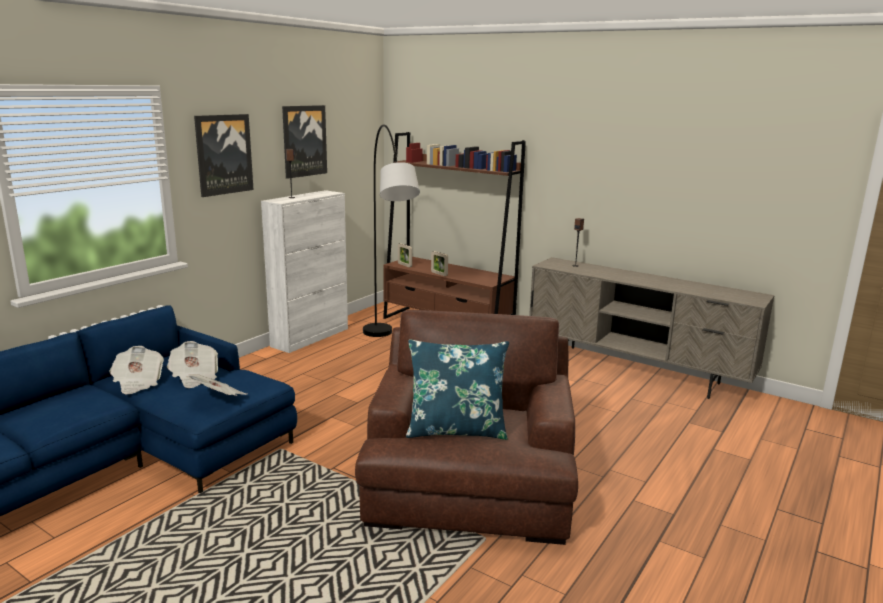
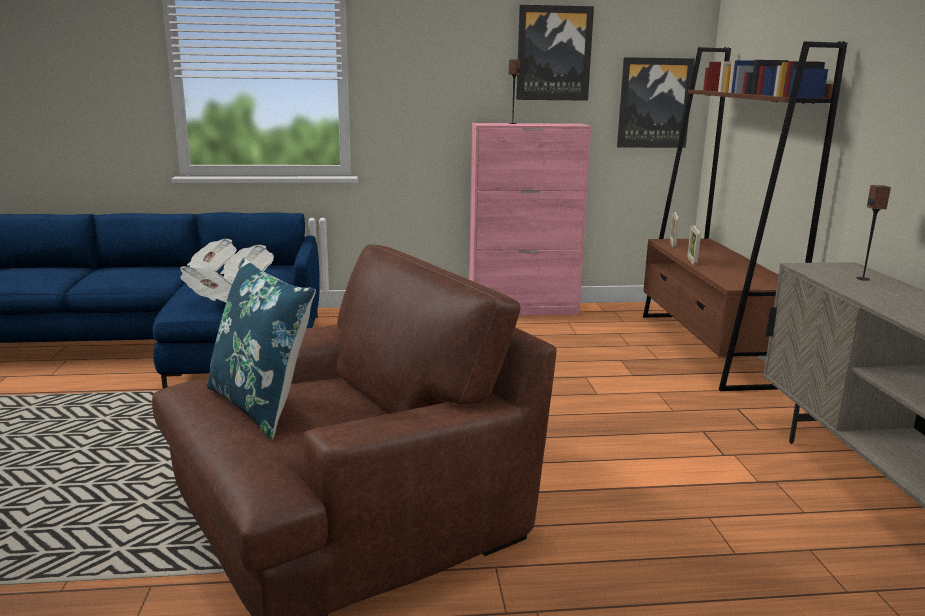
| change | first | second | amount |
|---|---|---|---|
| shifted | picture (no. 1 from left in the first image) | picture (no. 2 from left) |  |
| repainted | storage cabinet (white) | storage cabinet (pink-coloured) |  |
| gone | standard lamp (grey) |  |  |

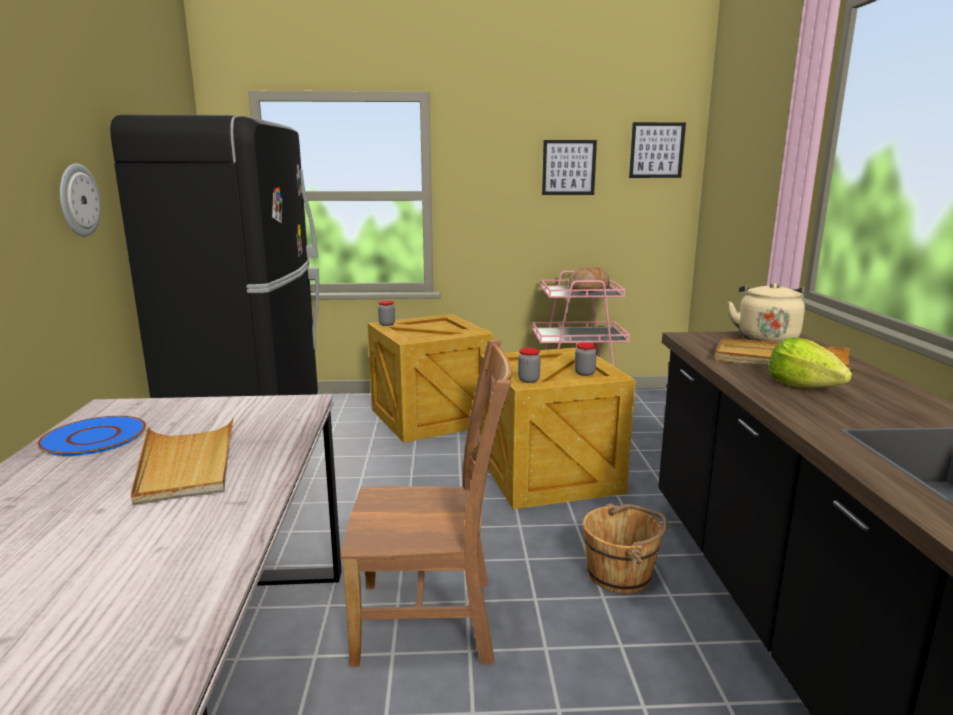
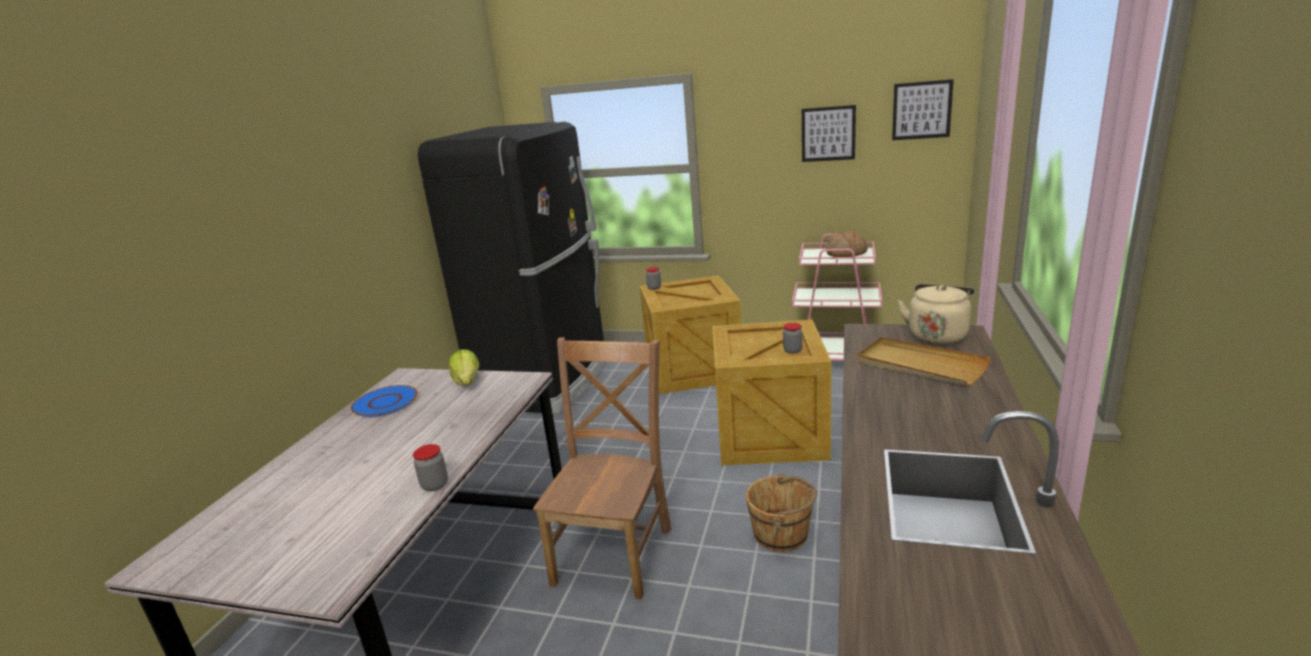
| change | first | second | amount |
|---|---|---|---|
| gone | hanging clock |  |  |
| gone | tray (beige) (no. 1 from left) |  |  |
| rotated | plain chair (brownish) |  | 90 degrees counterclockwise |
| shifted | jar (no. 2 from left in the first image) | jar (no. 1 from left) |  |
| shifted | lettuce |  |  |

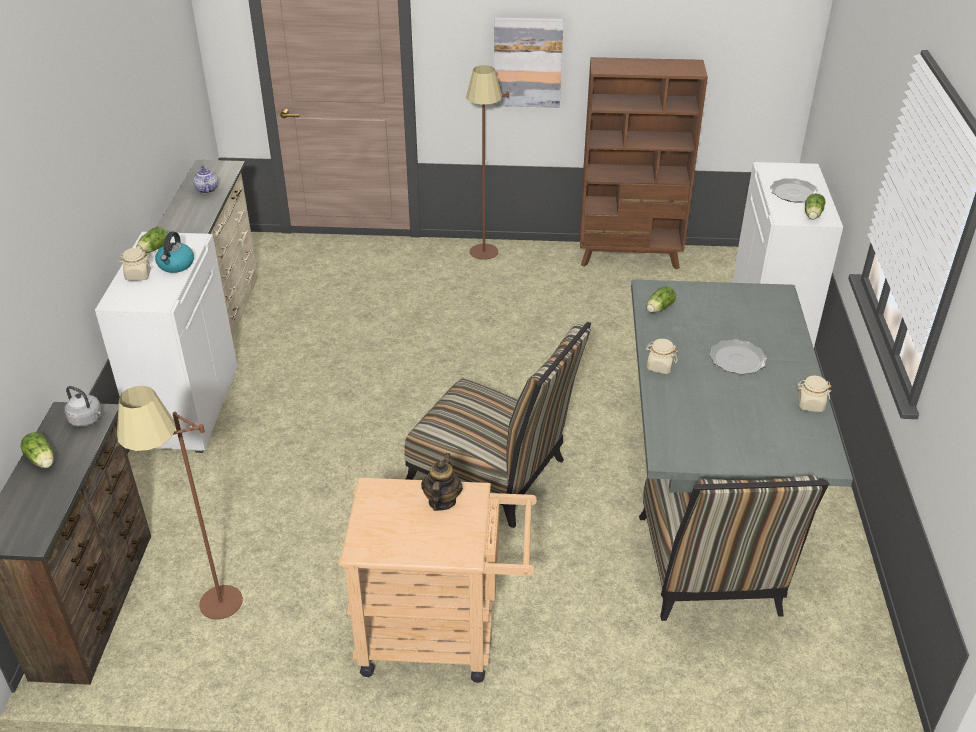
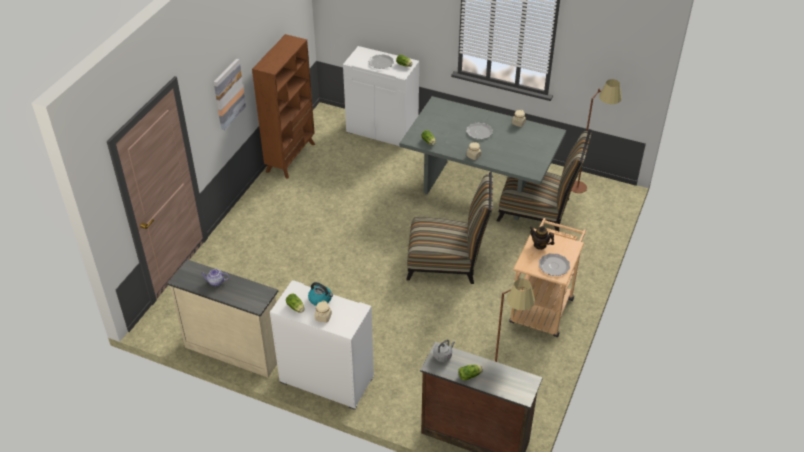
| change | first | second | amount |
|---|---|---|---|
| rotated | plain chair (no. 1 from left) |  | 45 degrees clockwise |
| shifted | standard lamp (brownish) (no. 2 from left) |  |  |
| new |  | plate (no. 3 from left) |  |

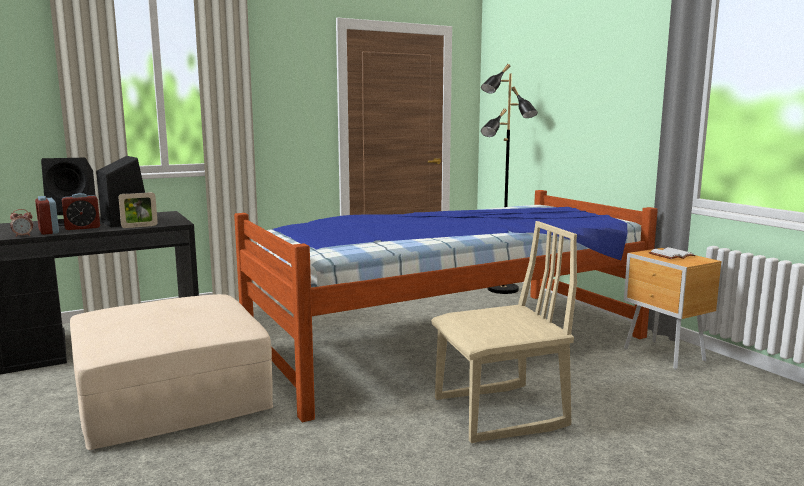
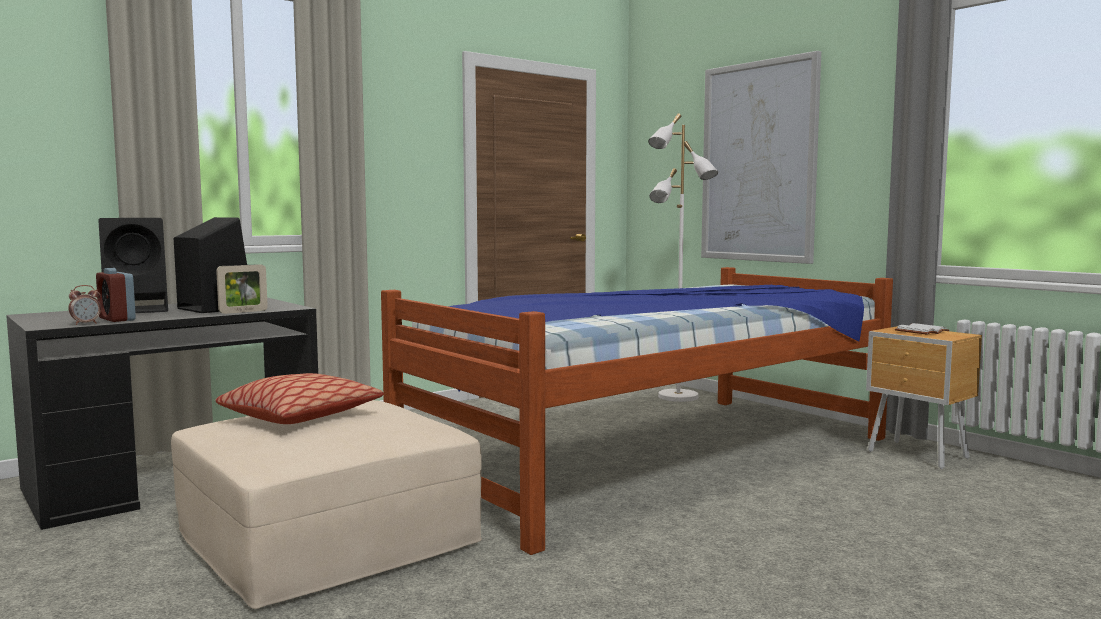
| change | first | second | amount |
|---|---|---|---|
| gone | alarm clock (no. 3 from left) |  |  |
| gone | plain chair (beige) |  |  |
| repainted | standard lamp (blackish) | standard lamp (white) |  |
| new |  | cushion |  |
| new |  | picture |  |

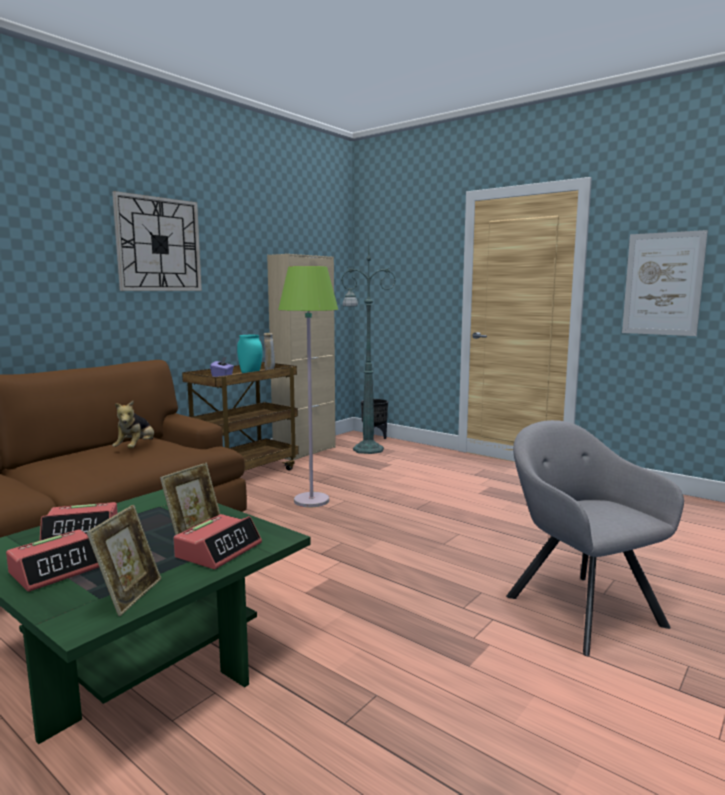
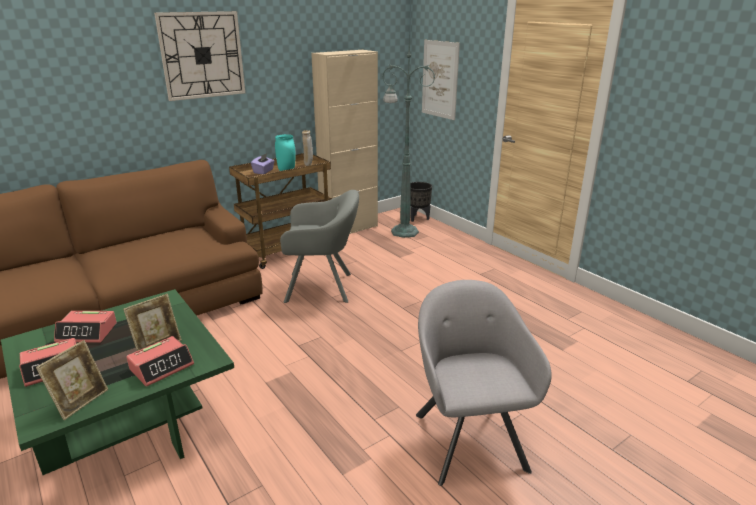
| change | first | second | amount |
|---|---|---|---|
| gone | cuddly toy |  |  |
| swapped | standard lamp (green-coloured) (no. 1 from left) | easy chair (grey) (no. 1 from left) |  |
| shifted | picture |  |  |

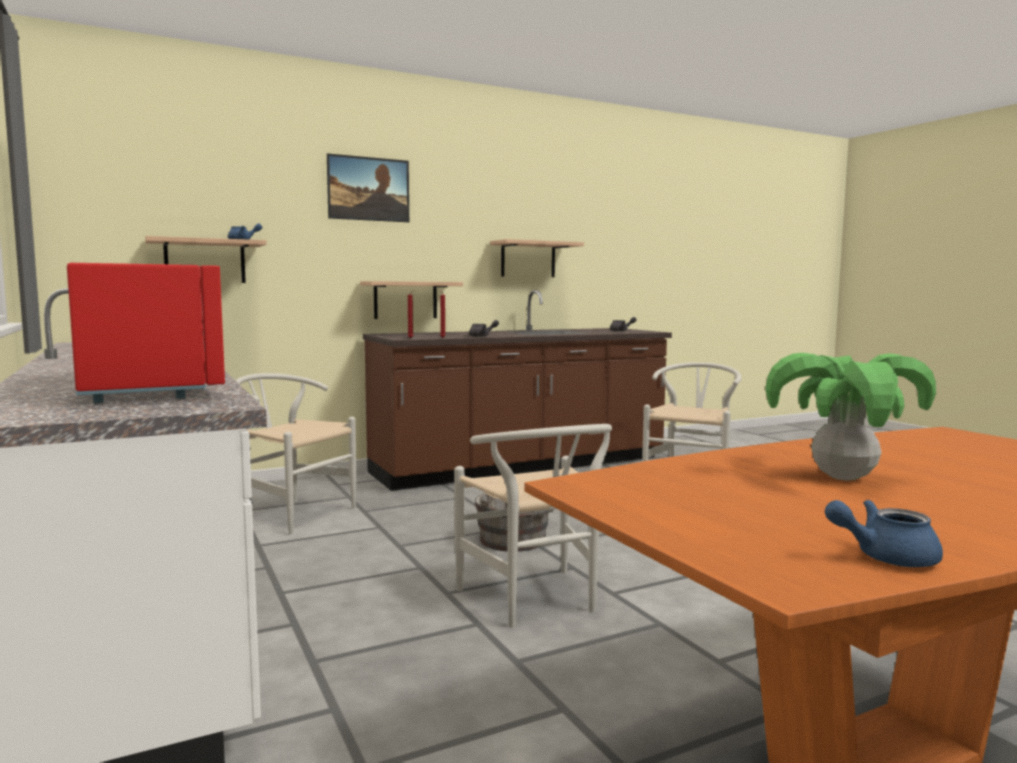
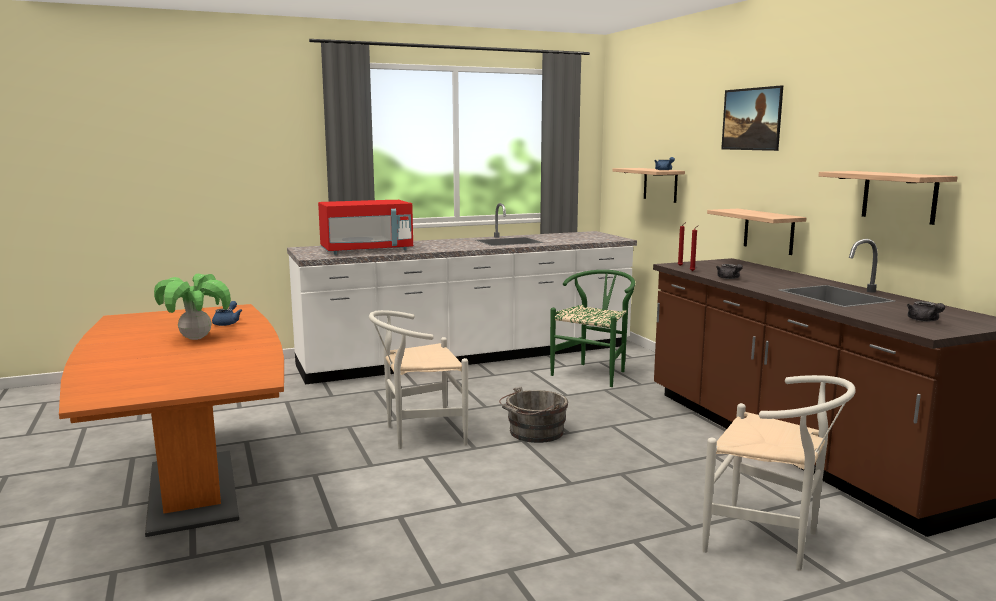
| change | first | second | amount |
|---|---|---|---|
| repainted | plain chair (white) (no. 1 from left) | plain chair (green-coloured) |  |
| shifted | pot for tea (blue) (no. 2 from left in the first image) | pot for tea (blue) (no. 1 from left) |  |

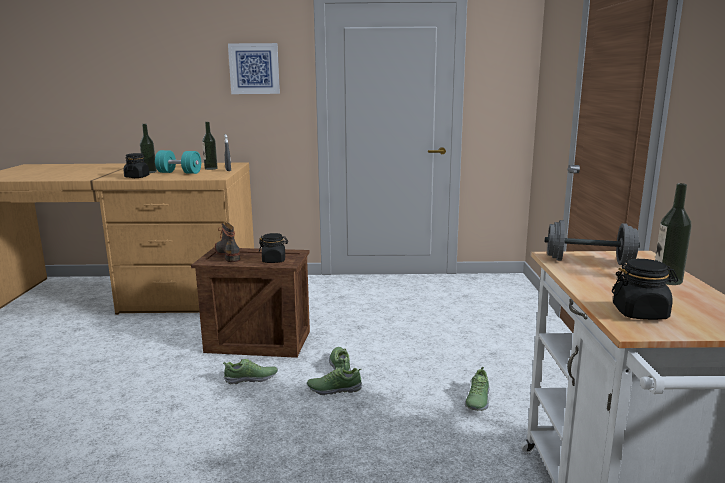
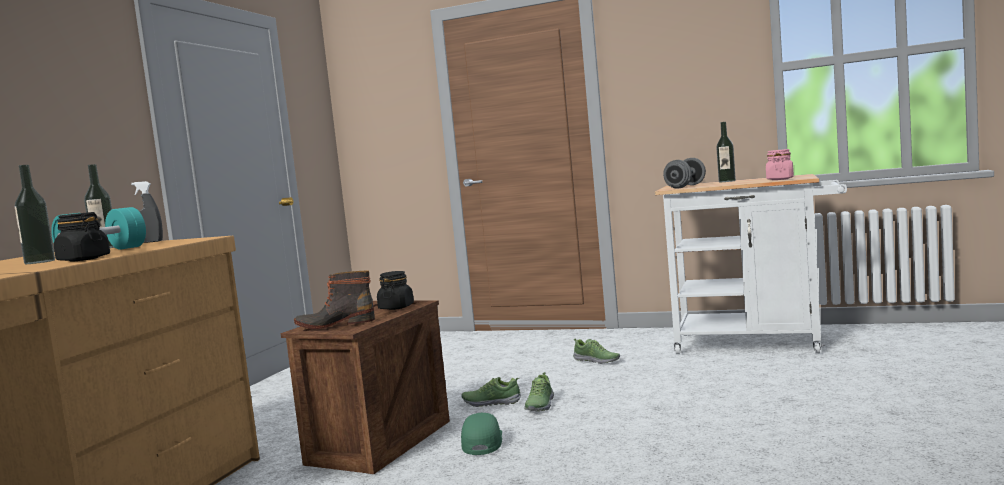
| change | first | second | amount |
|---|---|---|---|
| swapped | low shoe (no. 1 from left) | peaked cap (green-coloured) |  |
| gone | picture |  |  |
| repainted | jar (blackish) (no. 3 from left) | jar (pink-coloured) |  |

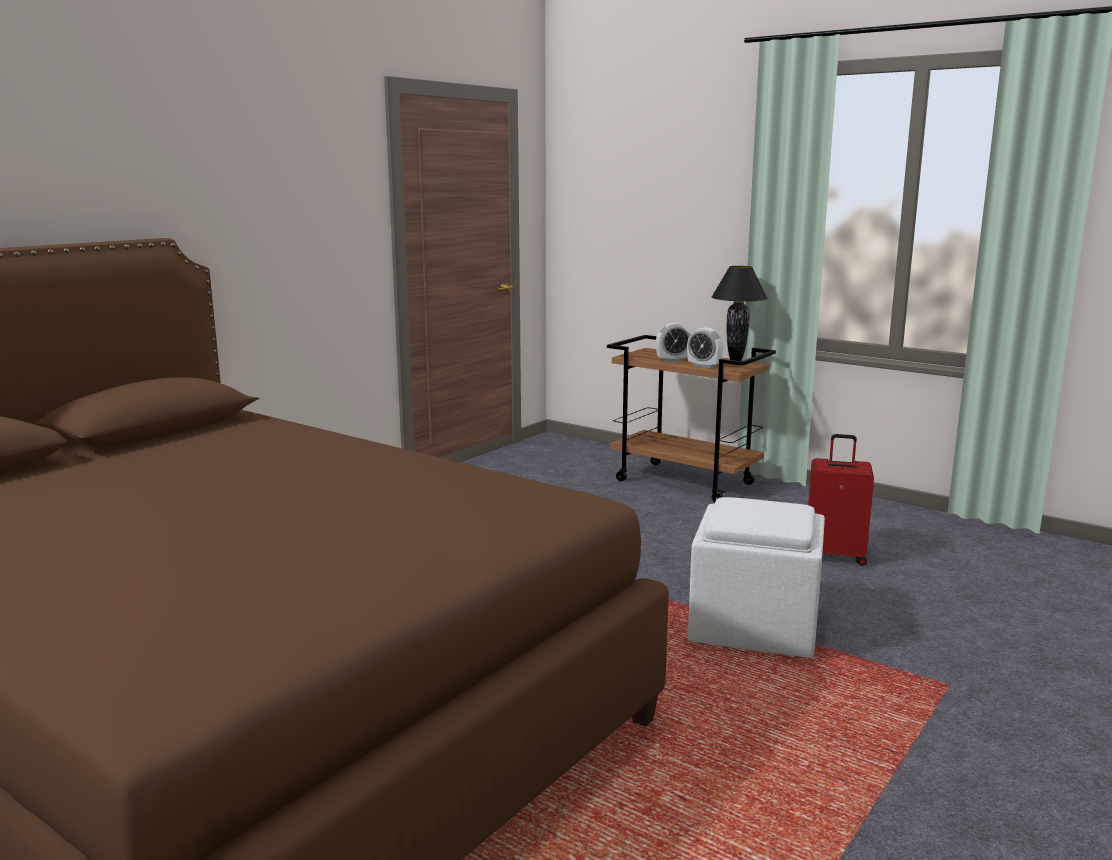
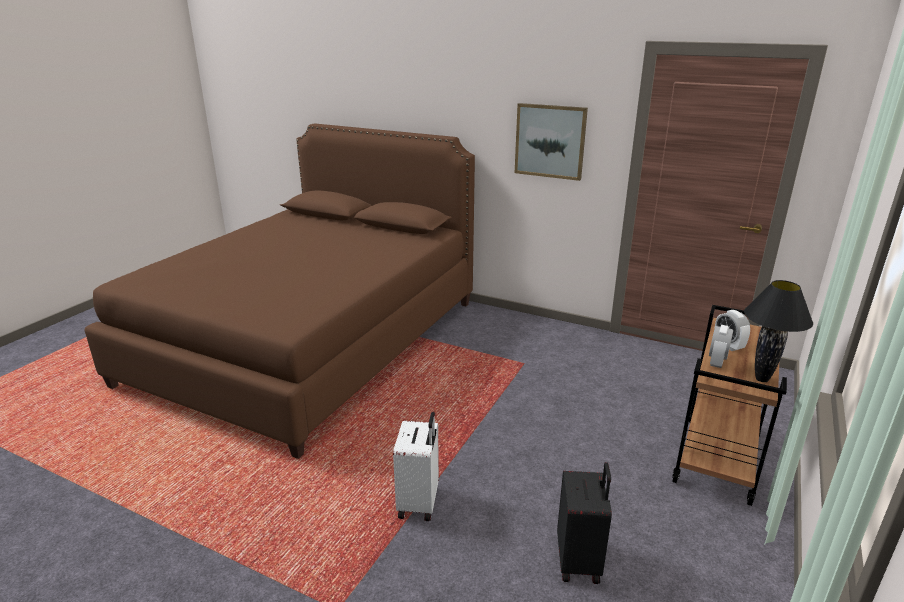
| change | first | second | amount |
|---|---|---|---|
| swapped | footrest (white) | suitcase (white) |  |
| repainted | suitcase (red) | suitcase (blackish) |  |
| new |  | picture |  |

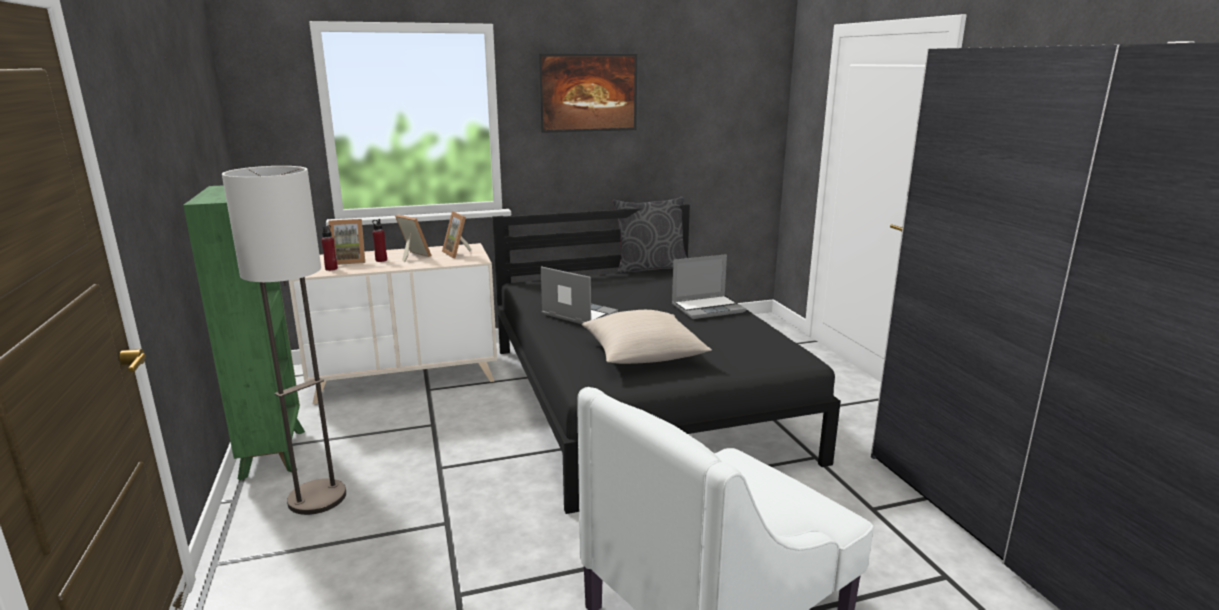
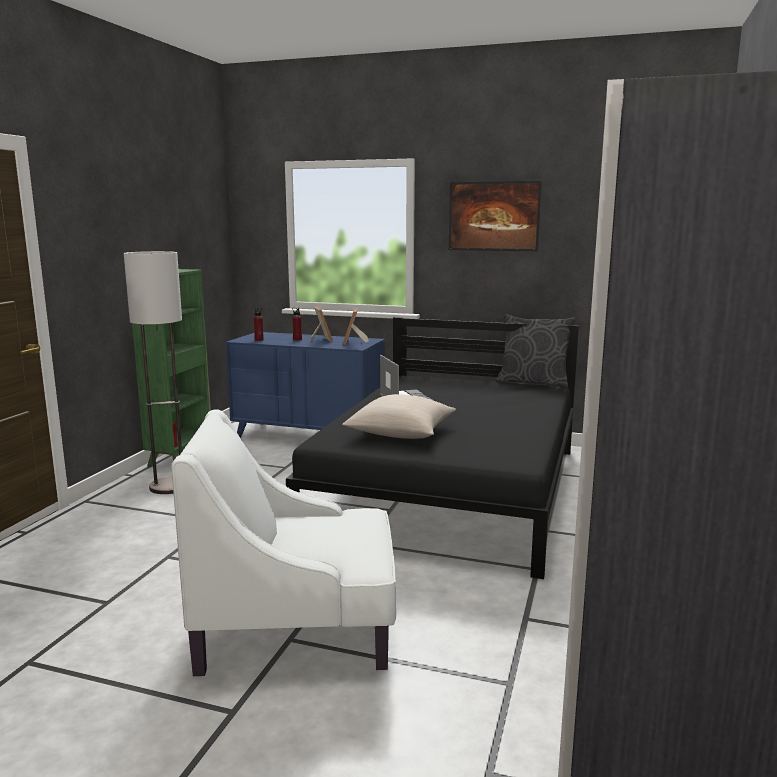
| change | first | second | amount |
|---|---|---|---|
| repainted | drawer chest (beige) | drawer chest (blue) |  |
| gone | standing frame (no. 1 from left) |  |  |
| gone | portable computer (no. 2 from left) |  |  |

